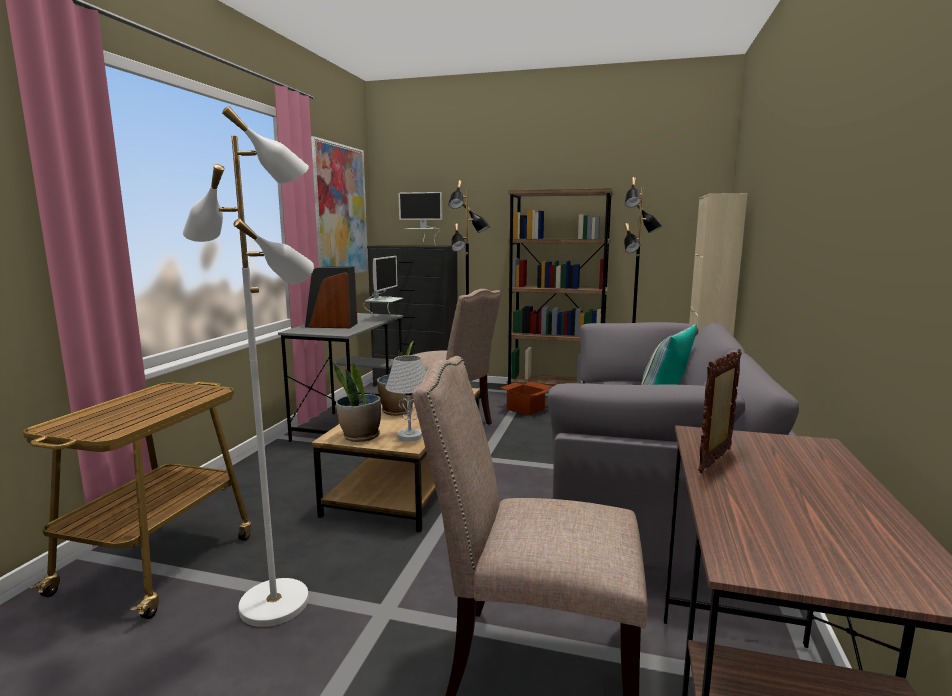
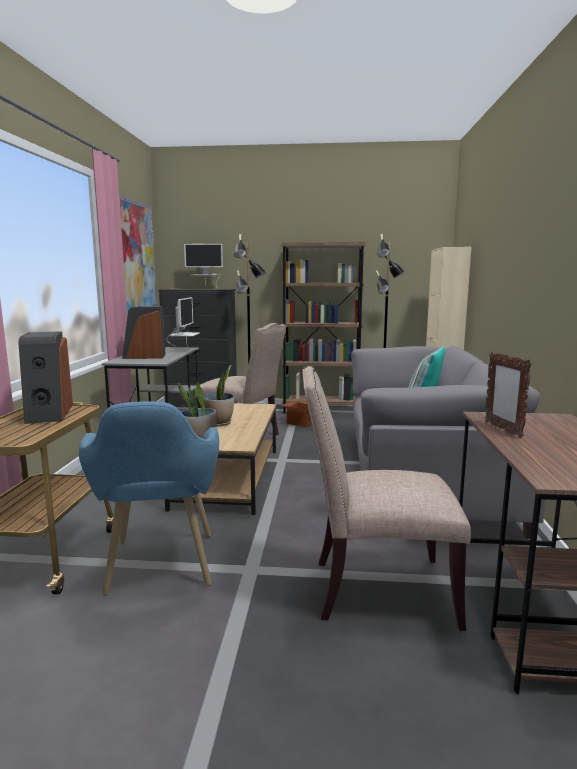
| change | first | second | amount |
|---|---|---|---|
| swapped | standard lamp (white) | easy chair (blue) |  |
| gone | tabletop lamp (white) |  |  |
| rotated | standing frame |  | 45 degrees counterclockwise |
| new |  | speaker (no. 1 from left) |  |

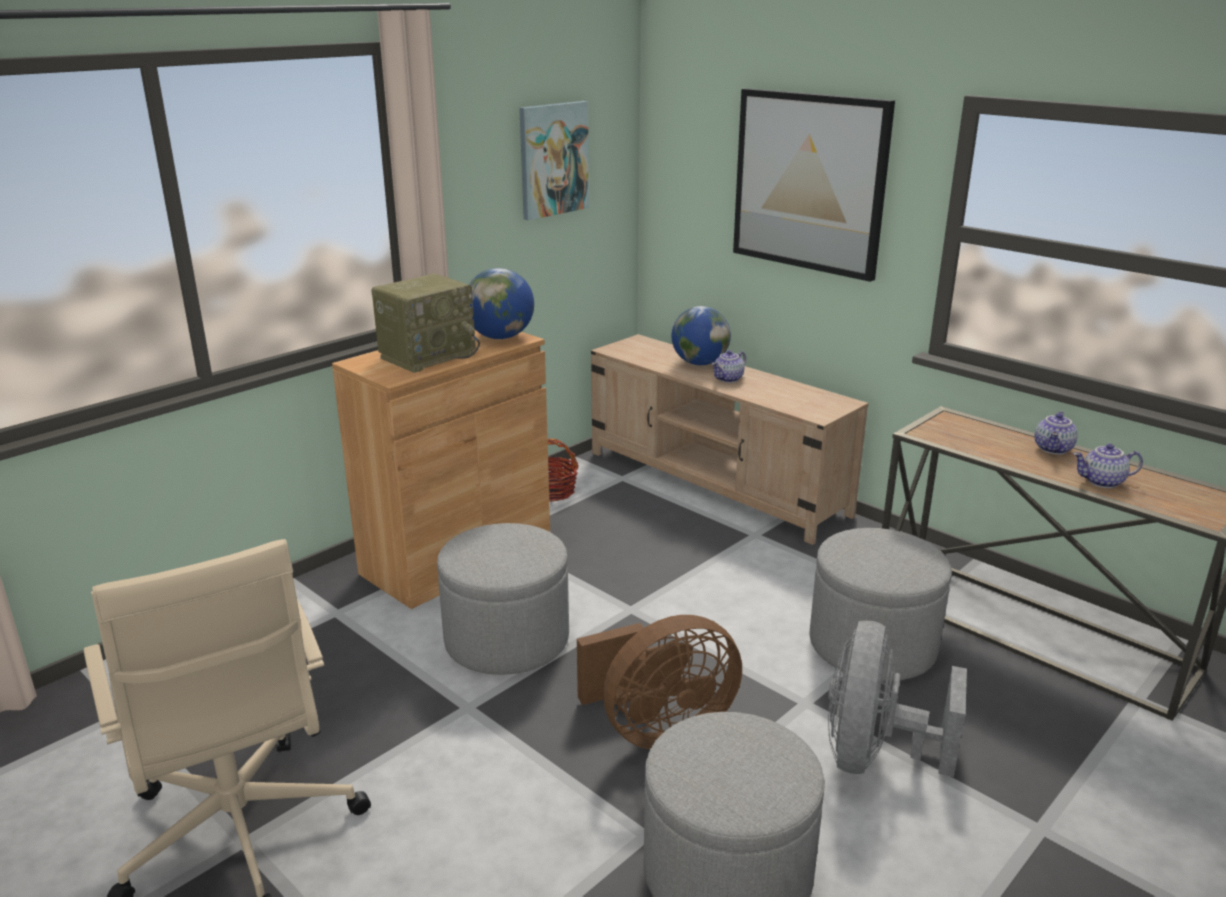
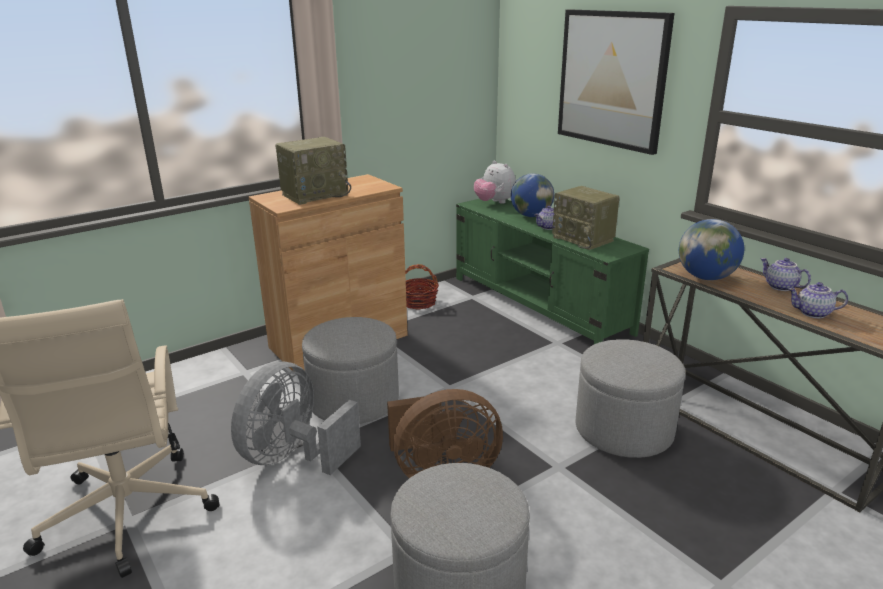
| change | first | second | amount |
|---|---|---|---|
| shifted | globe (no. 1 from left in the first image) | globe (no. 2 from left) |  |
| gone | picture (no. 1 from left) |  |  |
| repainted | media console (beige) | media console (green-coloured) |  |
| shifted | fan (grey) |  |  |
| rotated | pot for tea (no. 2 from left) |  | 105 degrees clockwise |
| new |  | cuddly toy |  |
| new |  | radio (no. 2 from left) |  |

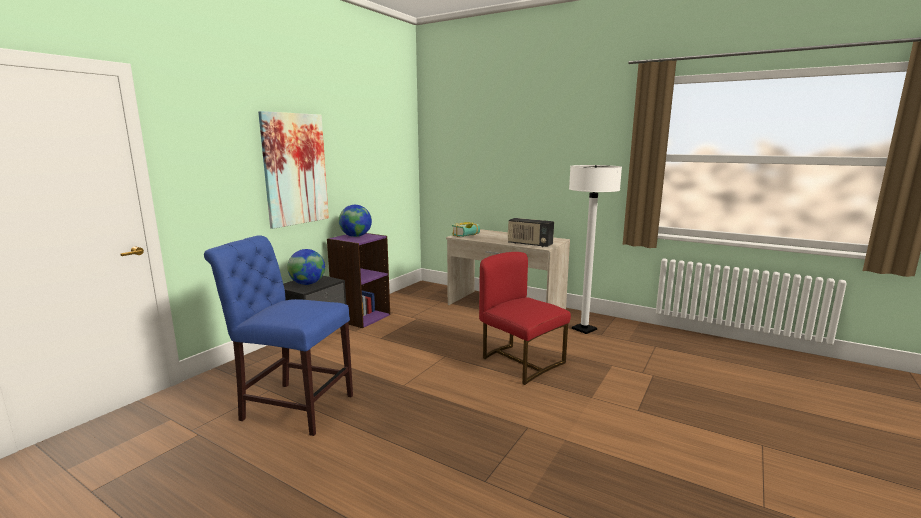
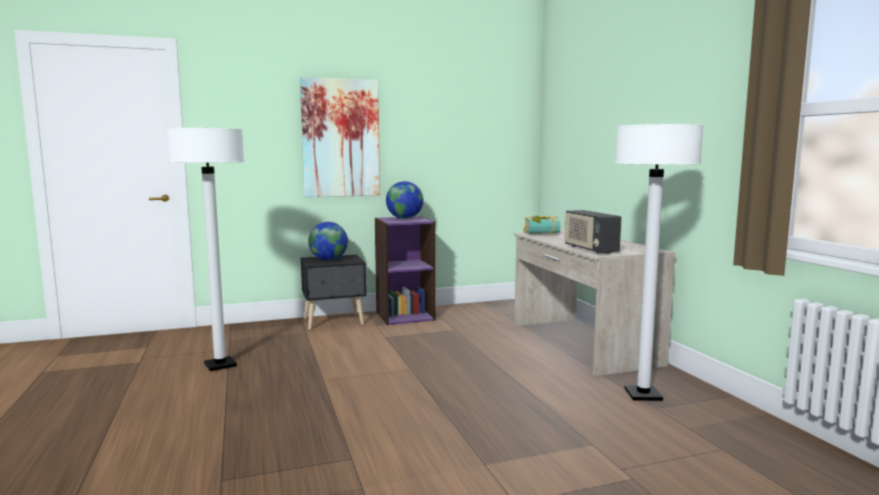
| change | first | second | amount |
|---|---|---|---|
| swapped | plain chair (blue) | standard lamp (white) (no. 1 from left) |  |
| gone | plain chair (red) |  |  |

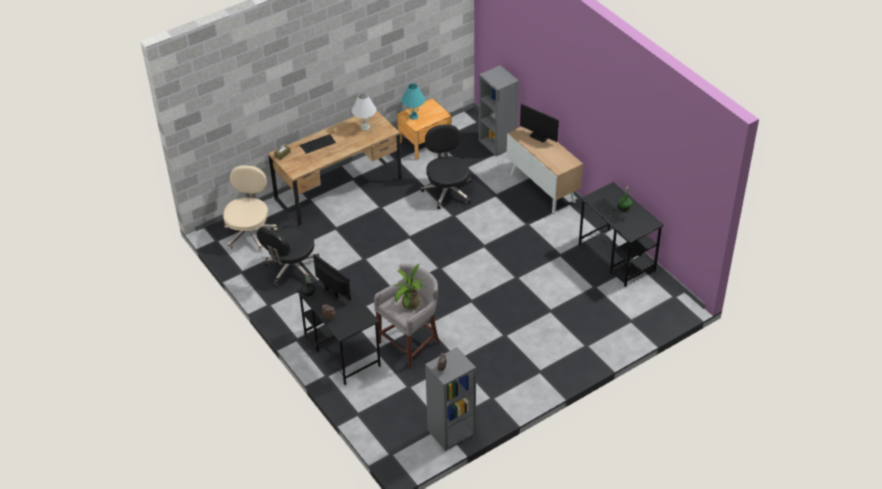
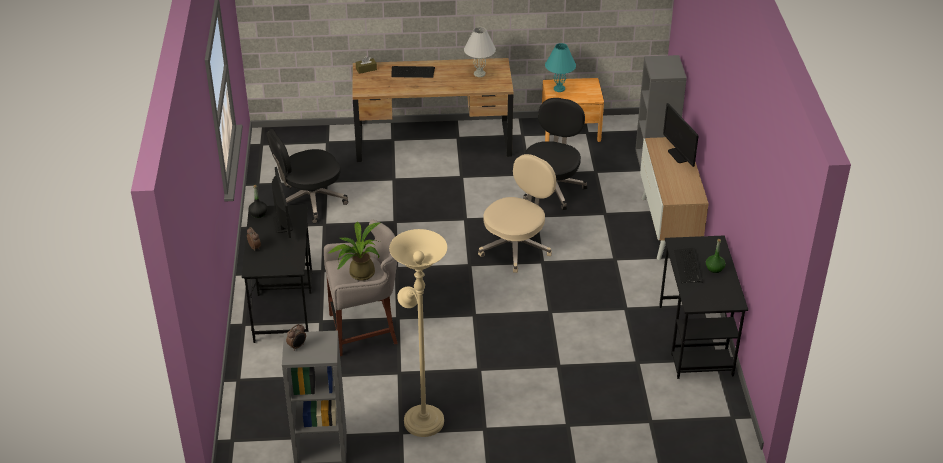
| change | first | second | amount |
|---|---|---|---|
| shifted | computer chair (beige) |  |  |
| new |  | standard lamp (beige) |  |

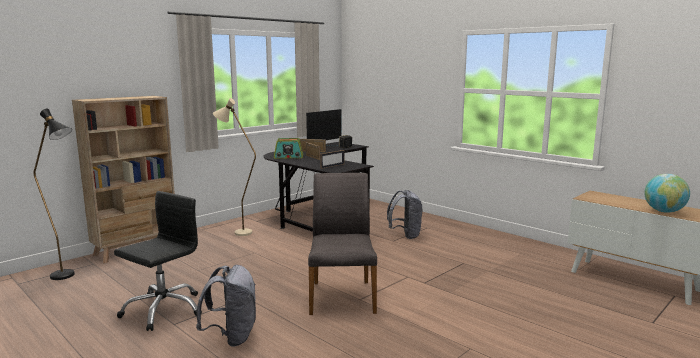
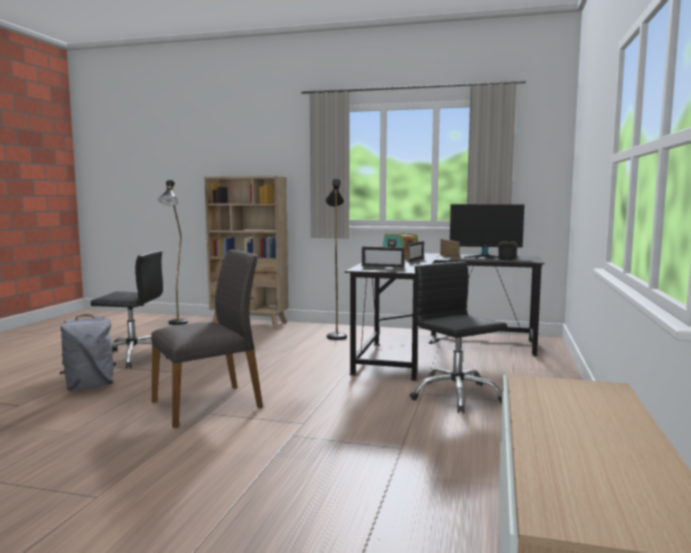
| change | first | second | amount |
|---|---|---|---|
| repainted | standard lamp (beige) | standard lamp (blackish) (no. 2 from left) |  |
| swapped | rucksack (grey) (no. 2 from left) | computer chair (blackish) (no. 2 from left) |  |
| gone | globe |  |  |

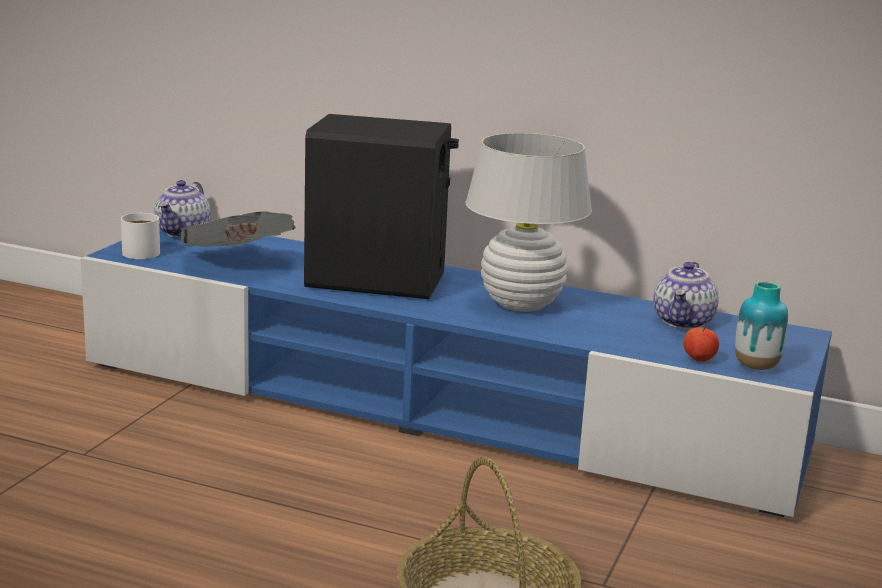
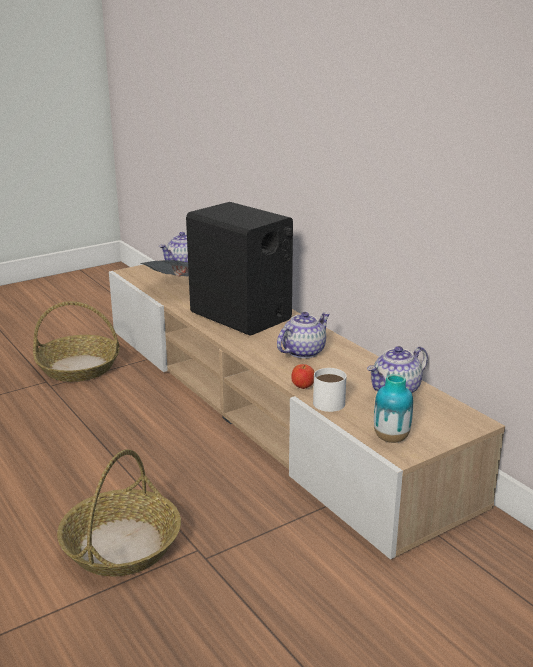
| change | first | second | amount |
|---|---|---|---|
| repainted | media console (blue) | media console (beige) |  |
| shifted | mug (white) |  |  |
| swapped | tabletop lamp (white) | pot for tea (no. 2 from left) |  |
| shifted | apple |  |  |
| new |  | household basket (no. 1 from left) |  |

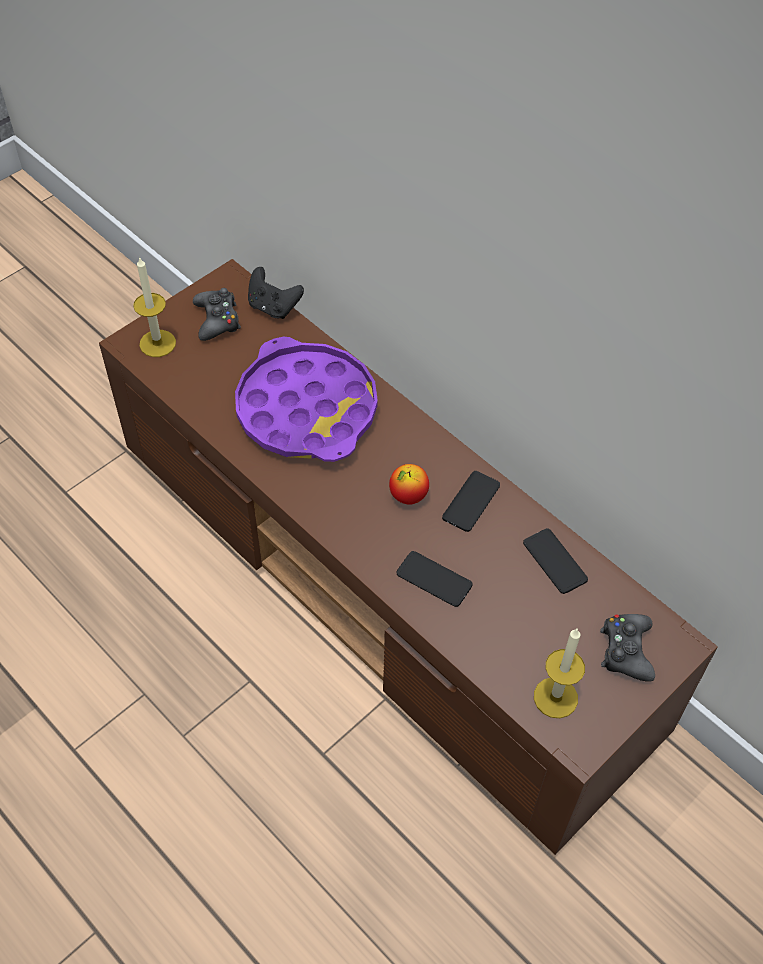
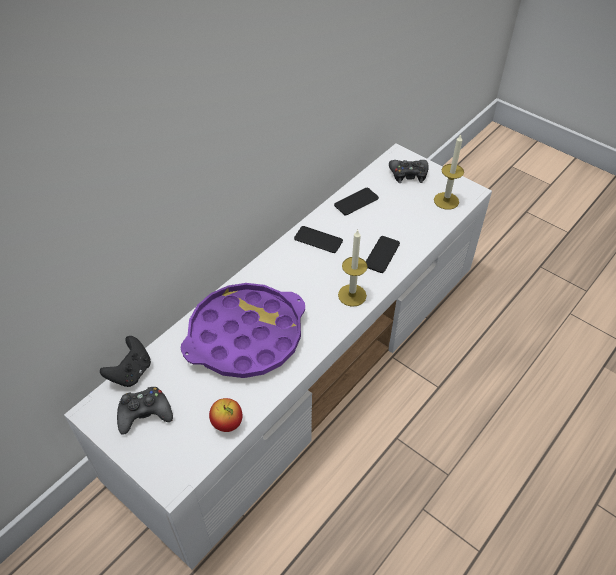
| change | first | second | amount |
|---|---|---|---|
| repainted | media console (brownish) | media console (white) |  |
| shifted | wax candle (no. 1 from left) |  |  |
| shifted | apple |  |  |

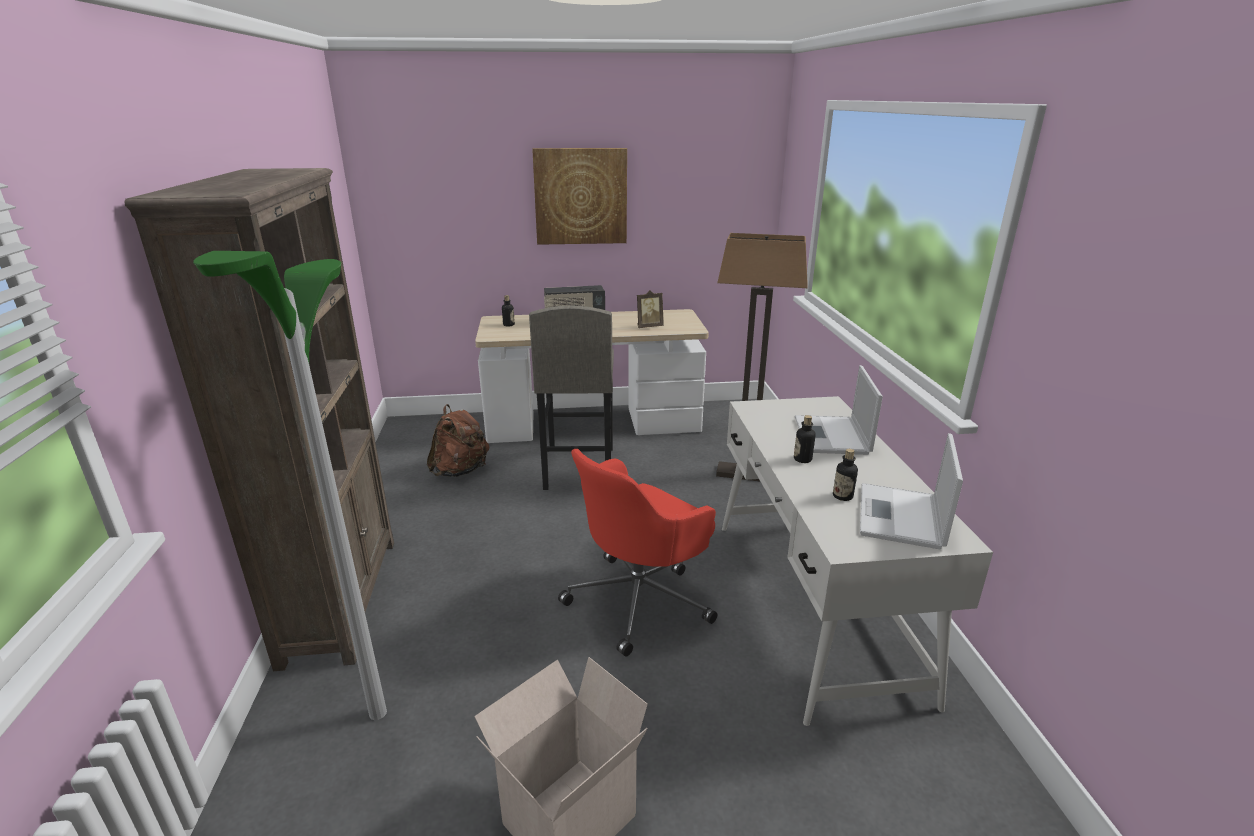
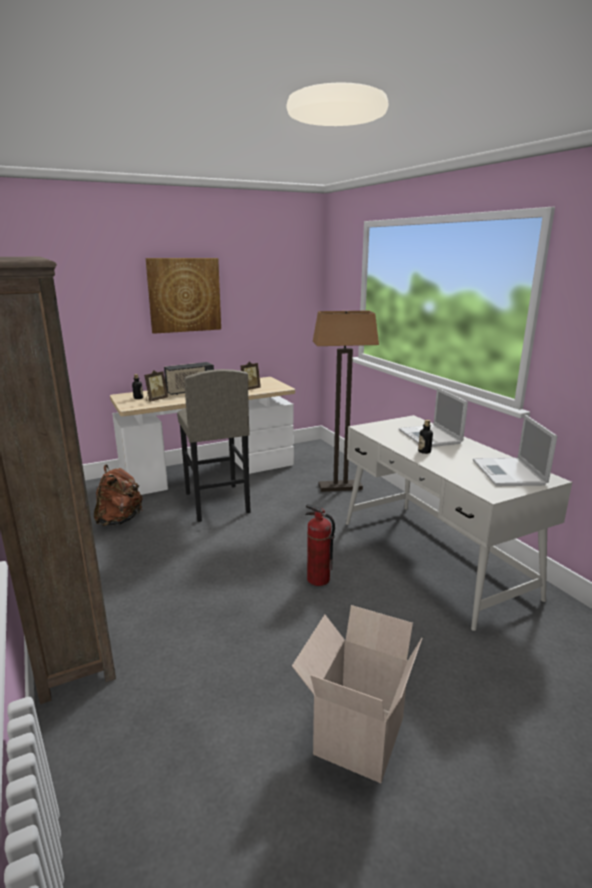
| change | first | second | amount |
|---|---|---|---|
| gone | standard lamp (no. 1 from left) |  |  |
| swapped | computer chair (red) | fire-fighting cylinder |  |
| gone | drink bottle (no. 3 from left) |  |  |
| new |  | standing frame (no. 1 from left) |  |

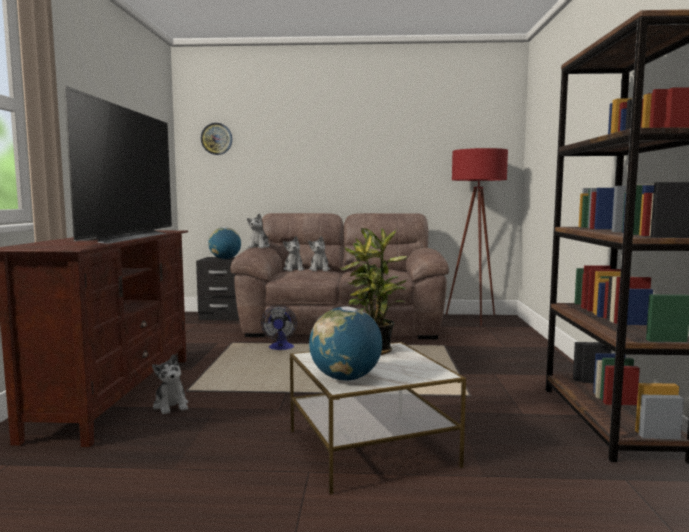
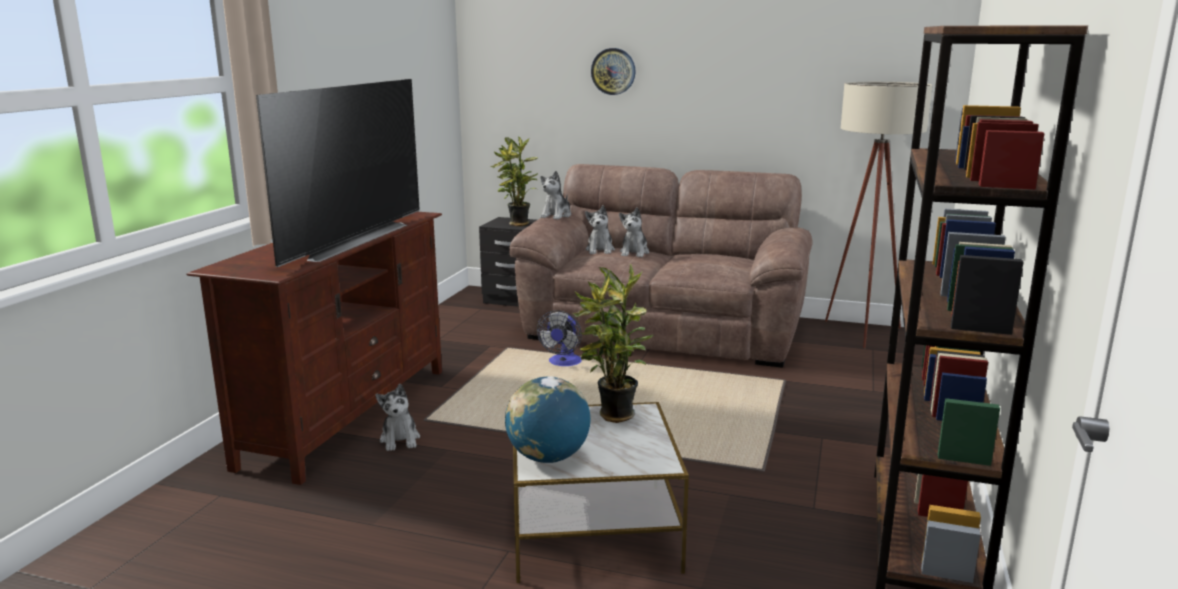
| change | first | second | amount |
|---|---|---|---|
| shifted | hanging clock |  |  |
| swapped | globe (no. 1 from left) | houseplant (no. 1 from left) |  |
| repainted | standard lamp (red) | standard lamp (beige) |  |

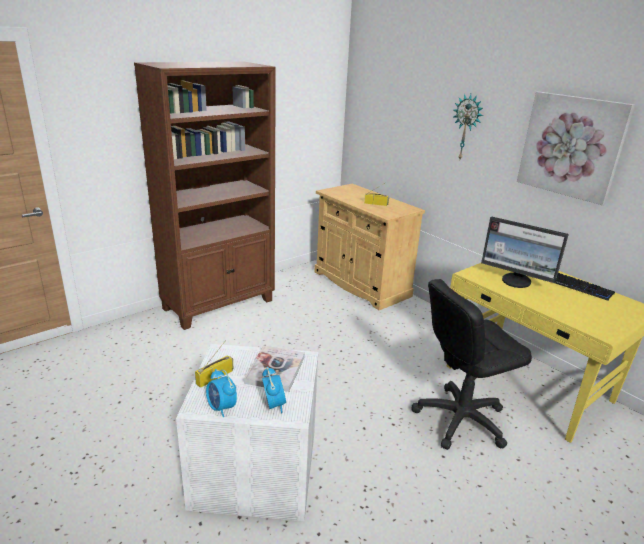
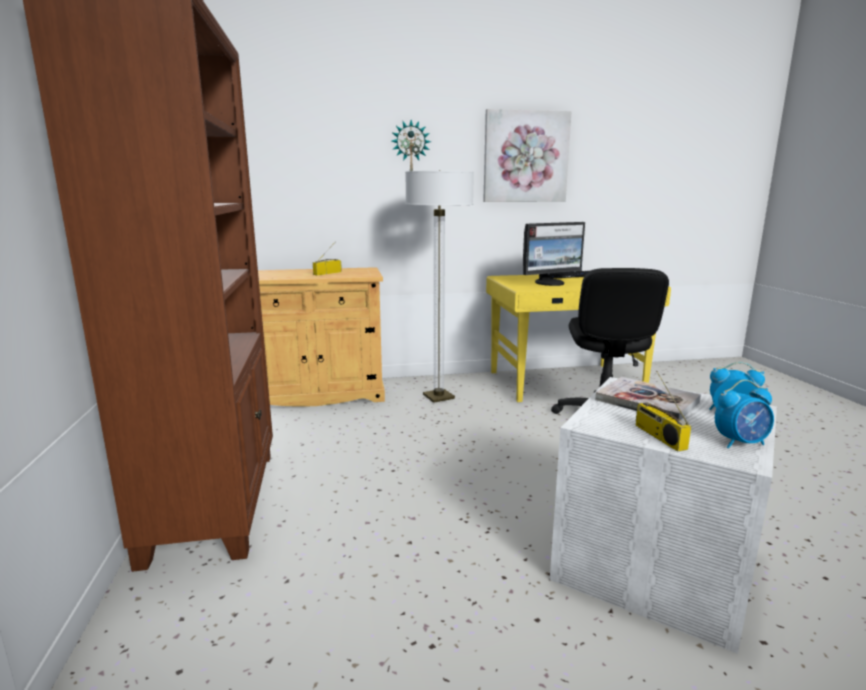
| change | first | second | amount |
|---|---|---|---|
| new |  | standard lamp |  |

